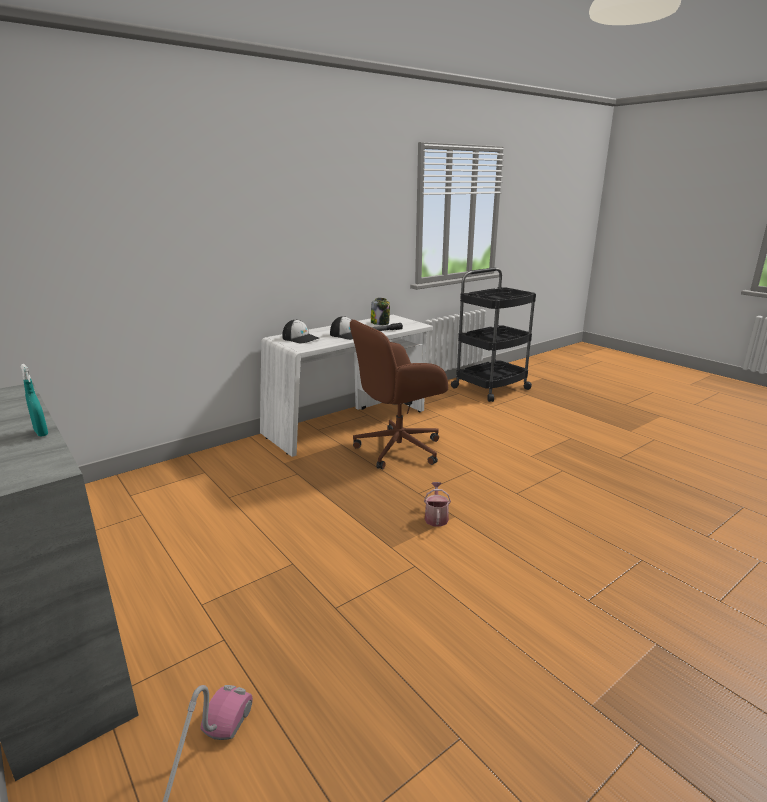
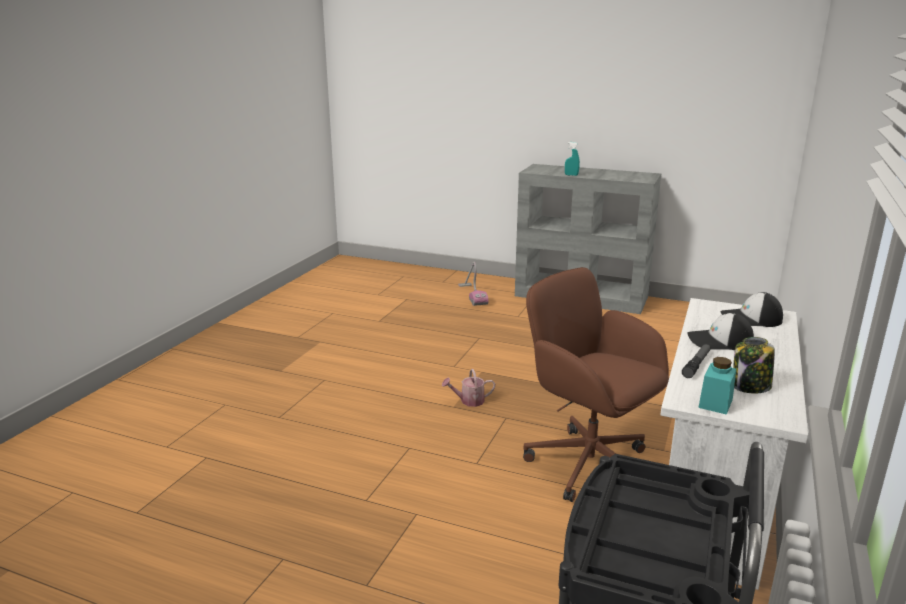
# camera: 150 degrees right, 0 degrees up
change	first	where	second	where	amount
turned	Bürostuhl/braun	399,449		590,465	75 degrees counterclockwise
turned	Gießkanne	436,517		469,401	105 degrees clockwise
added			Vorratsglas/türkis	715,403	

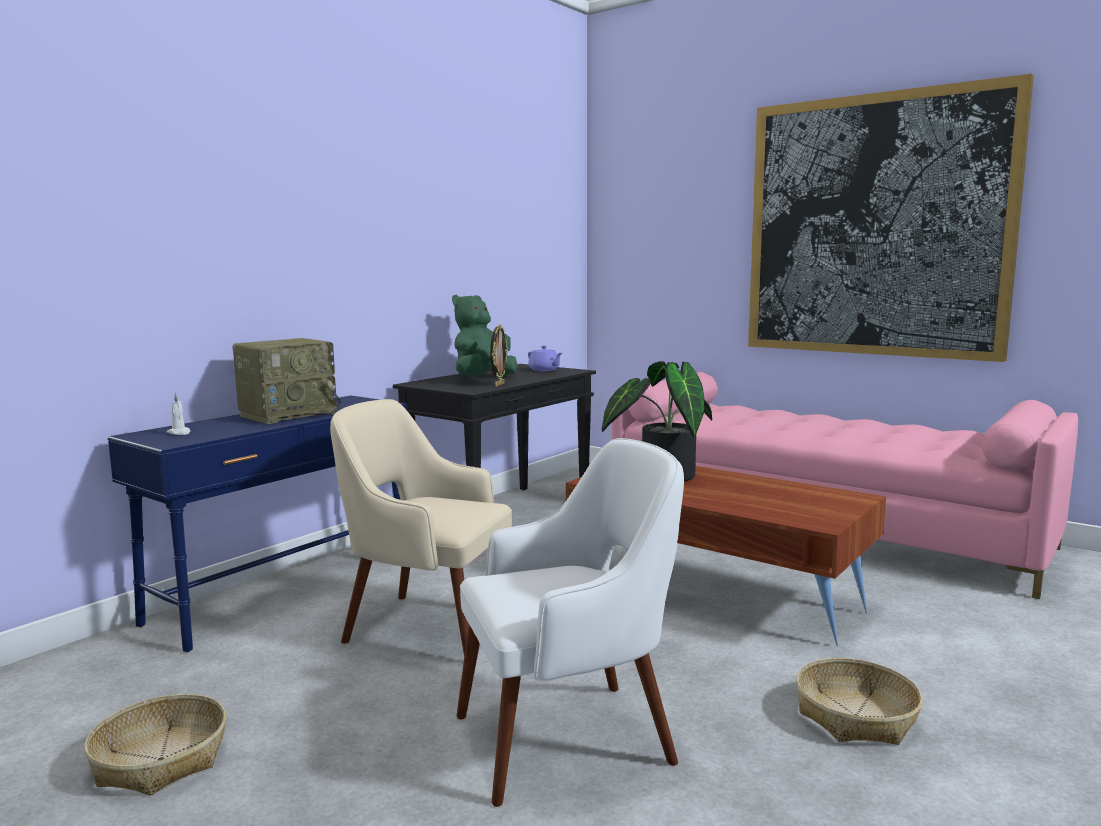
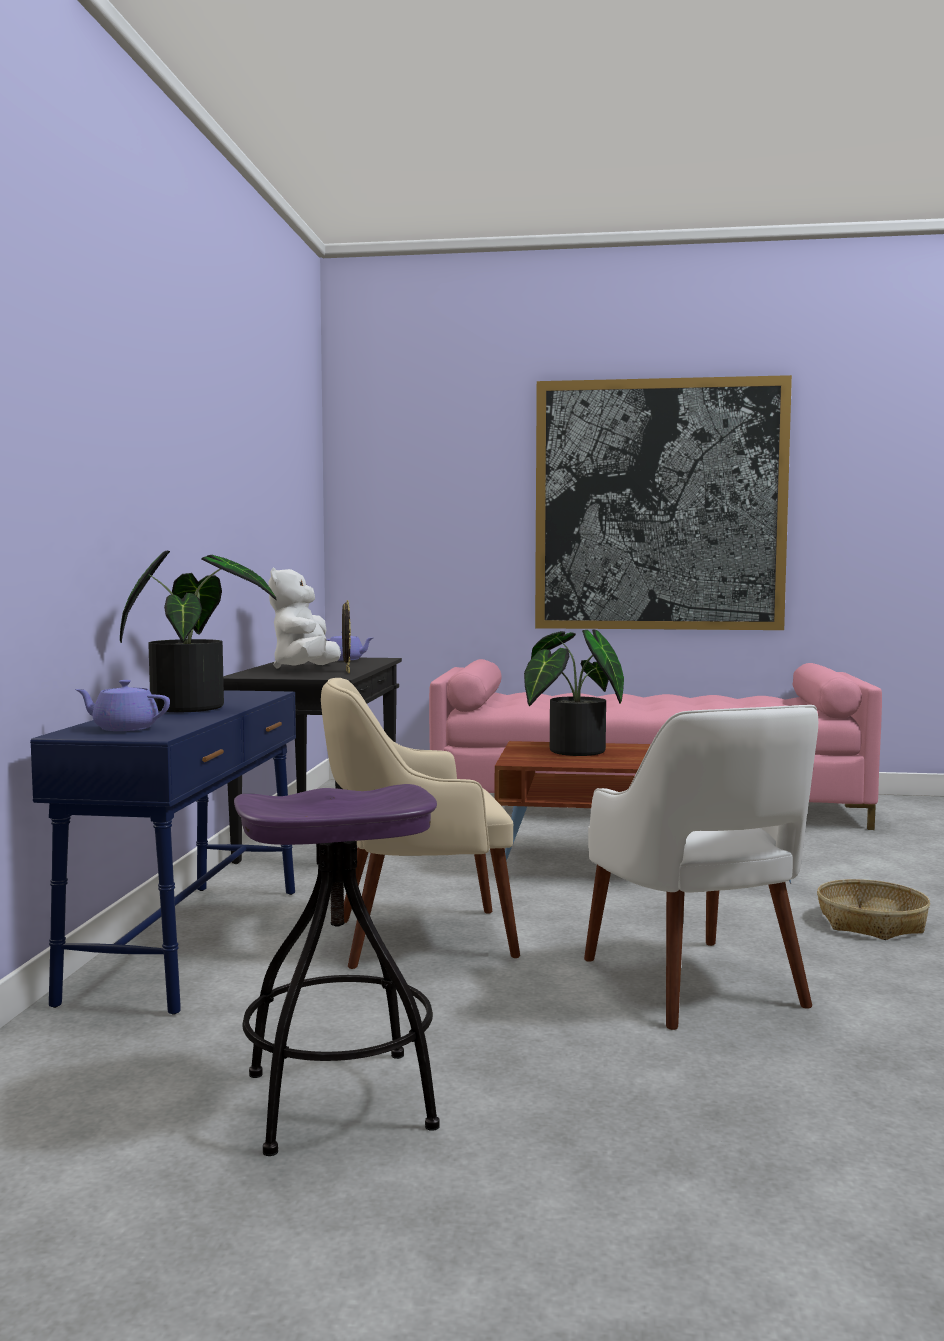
# camera: 30 degrees left, 5 degrees down
change	first	where	second	where	amount
replaced	Korb	160,760	Hocker/lila	338,1099	
replaced	Kerze/weiß	179,433	Teekanne/lila	124,728	
replaced	Radio	289,414	Topfpflanze	194,707	
recoloured	Plüschtier/grün	482,378	Plüschtier/weiß	305,668	
turned	Sessel/weiß	569,738		696,985	120 degrees clockwise

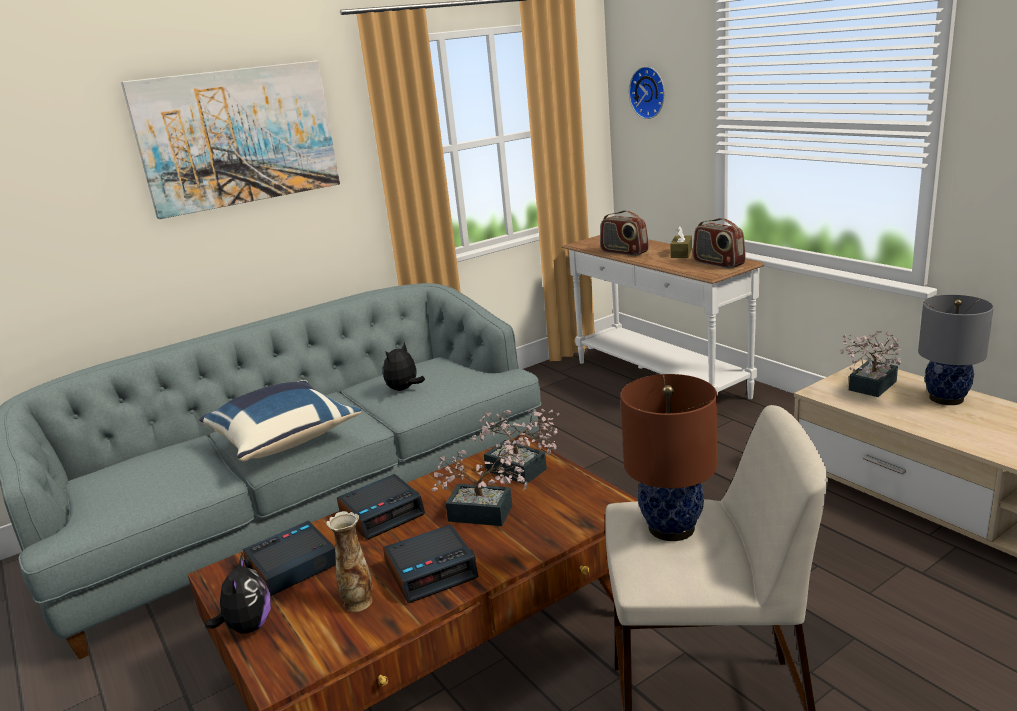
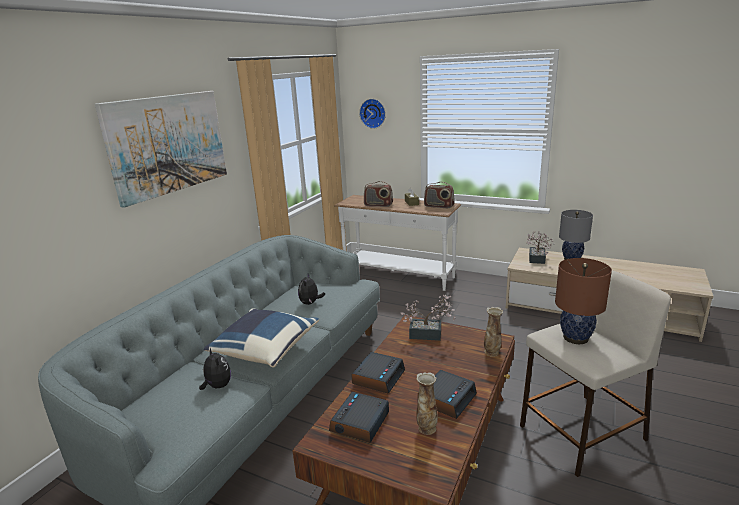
# camera: 30 degrees left, 0 degrees up
change	first	where	second	where	amount
moved	Plüschtier	248,626		217,386	
removed	Topfpflanze	487,514			
added			Vase	492,352	

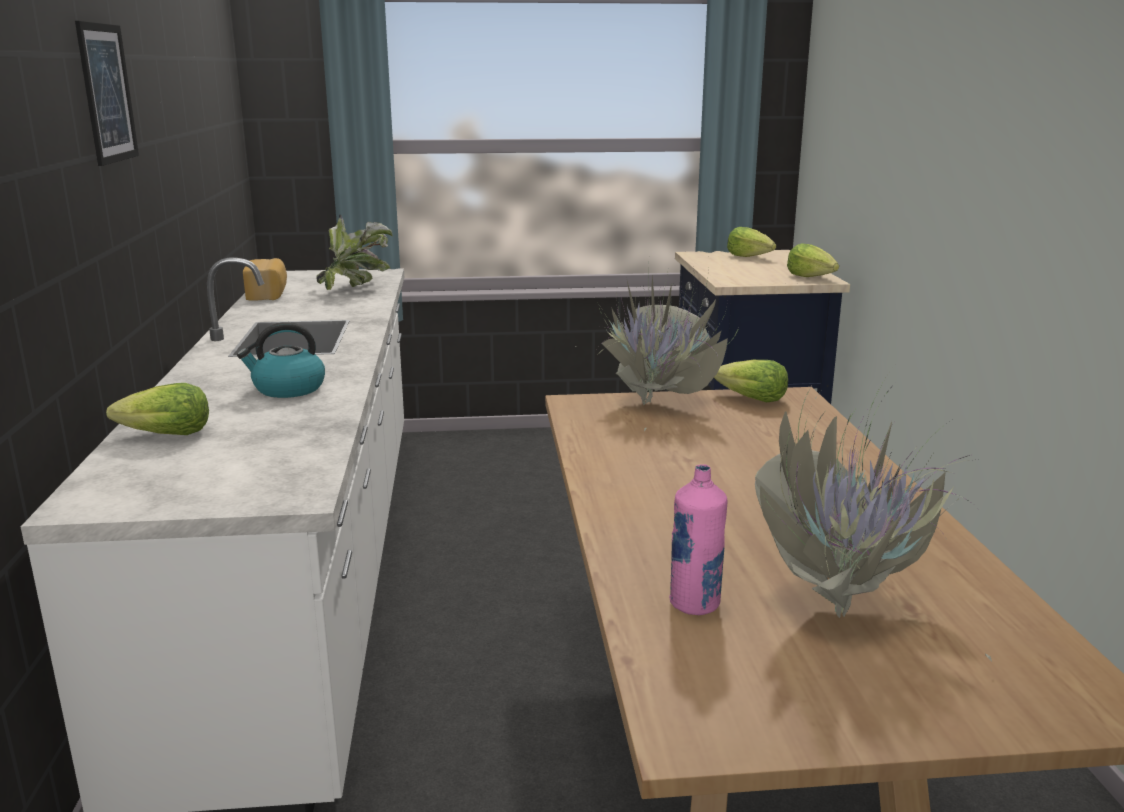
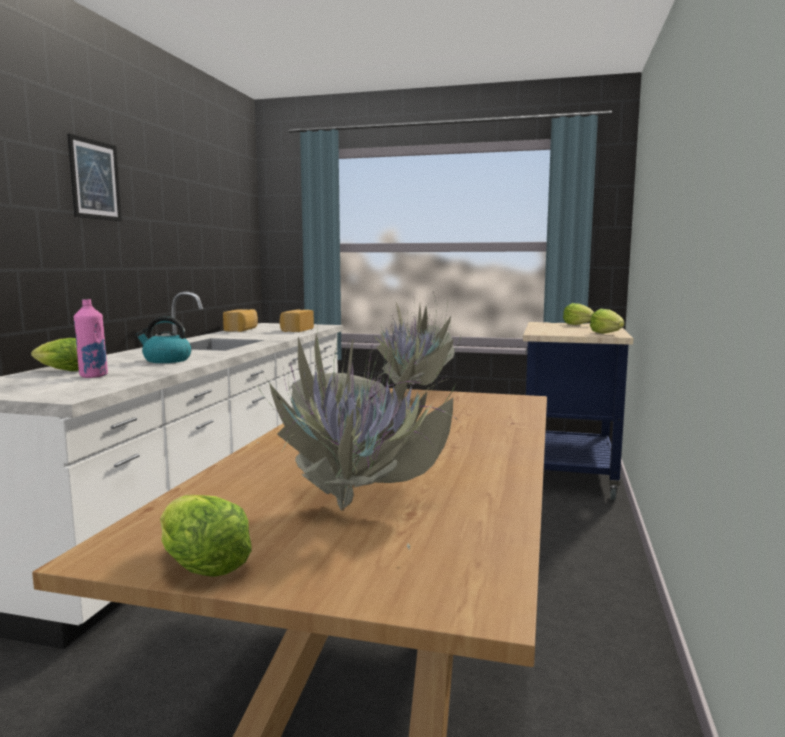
# camera: 20 degrees right, 10 degrees down
change	first	where	second	where	amount
replaced	Topfpflanze	356,288	Brot	296,330	
moved	Flasche/rosa	694,604		93,376	
moved	Salatkopf	751,399		201,563	

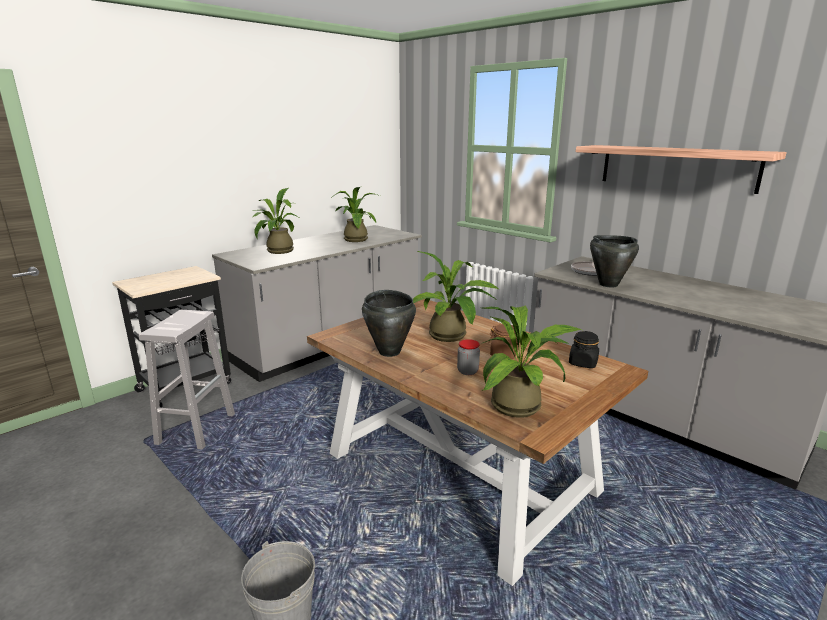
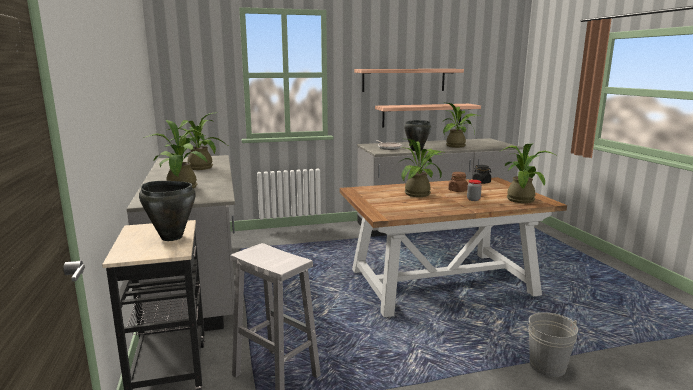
# camera: 60 degrees left, 5 degrees down
change	first	where	second	where	amount
moved	Kochtopf/schwarz	389,352		171,237	
added			Wandregal	422,115	
added			Topfpflanze	458,146	

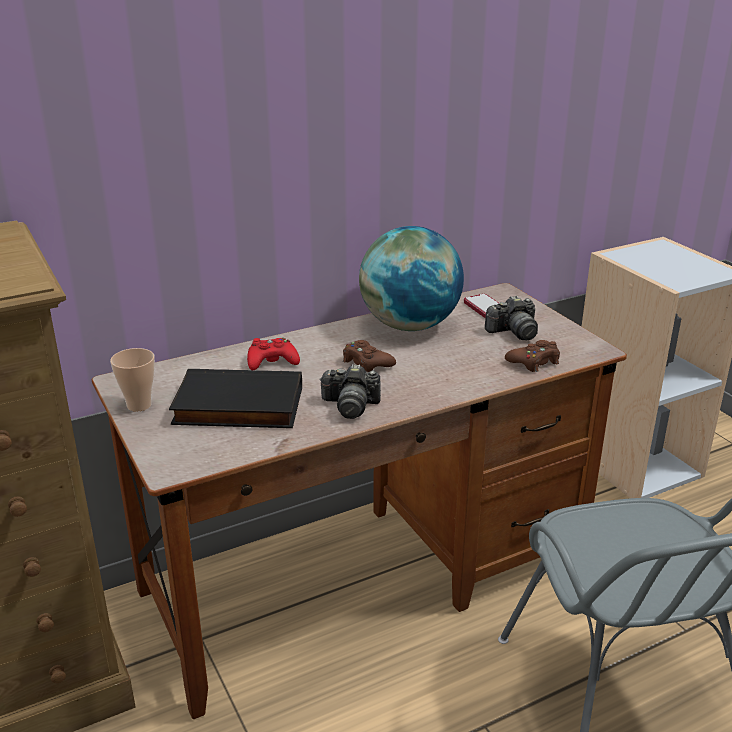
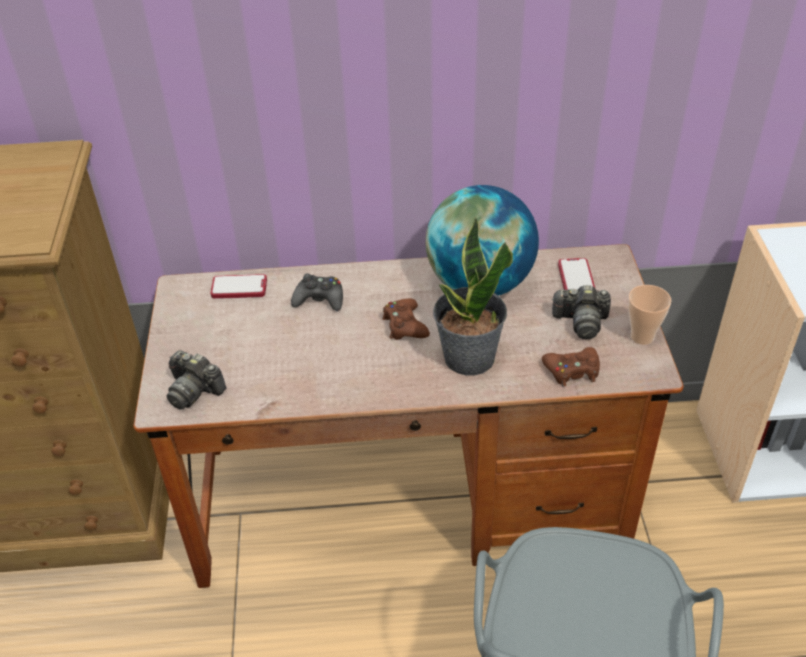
# camera: 25 degrees right, 15 degrees up
change	first	where	second	where	amount
moved	Tasse	139,405		642,336	
removed	Buch/schwarz	237,407			
recoloured	Gamepad/rot	272,361	Gamepad/schwarz	319,299	
moved	Kamera	350,406		194,390	
added			Handy	239,288	
added			Topfpflanze	468,358	

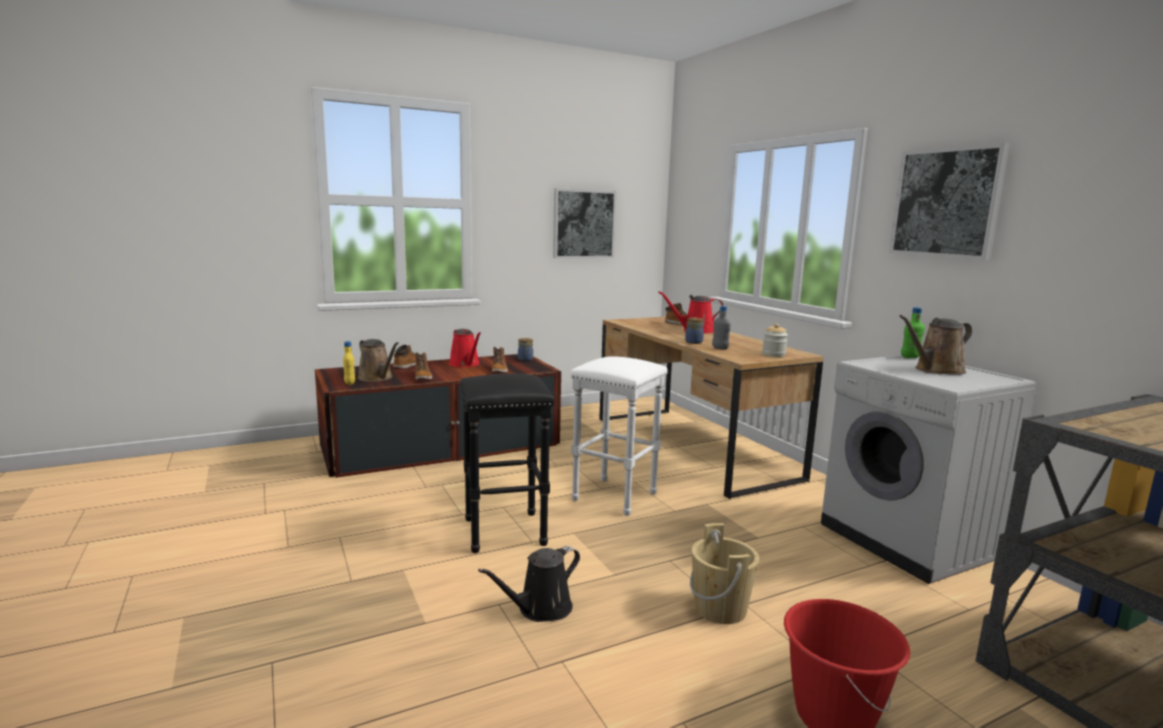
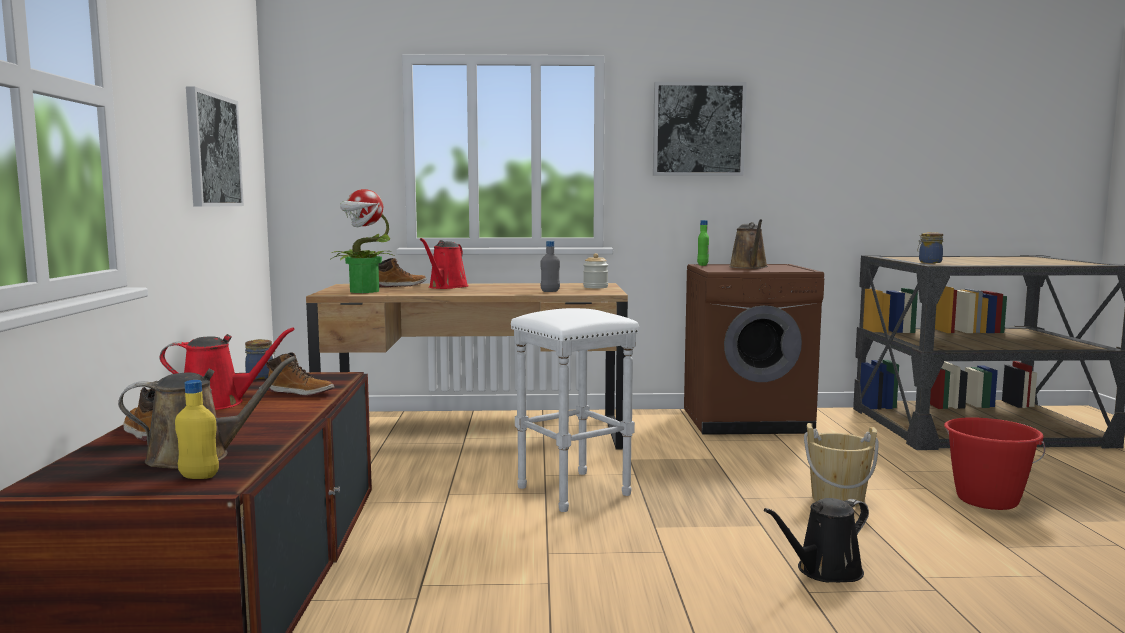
# camera: 65 degrees left, 5 degrees down
change	first	where	second	where	amount
removed	Stiefel	423,377			
removed	Hocker/schwarz	503,531			
turned	Gießkanne/schwarz	540,609		824,571	75 degrees clockwise
moved	Vorratsglas	694,342		929,262	
recoloured	Waschmaschine/weiß	905,541	Waschmaschine/braun	747,421	
added			Topfpflanze	363,291	

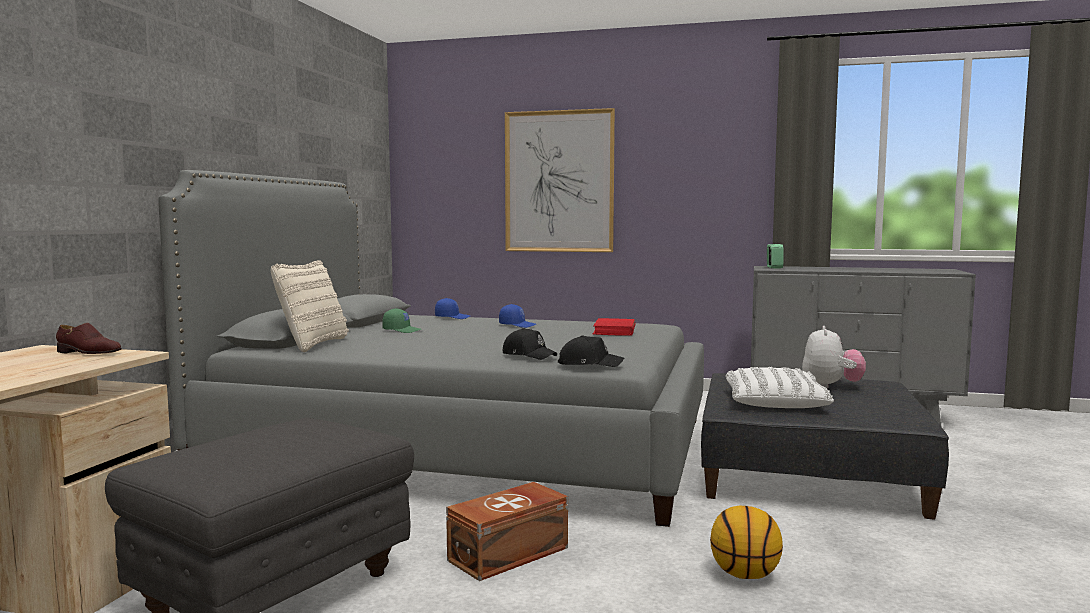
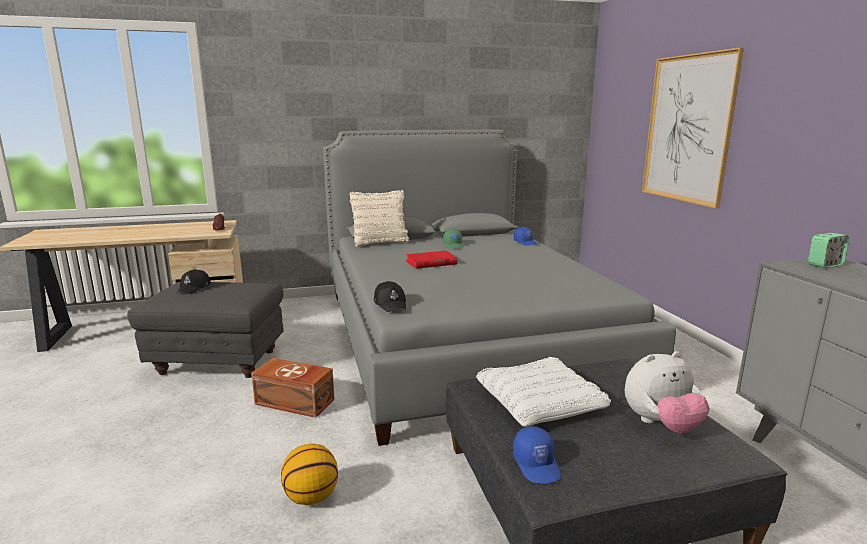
# camera: 60 degrees right, 10 degrees up
change	first	where	second	where	amount
moved	Kappe/blau	517,325		537,465	
moved	Kappe/schwarz	529,355		194,288	
moved	Buch/rot	614,331		431,262	

